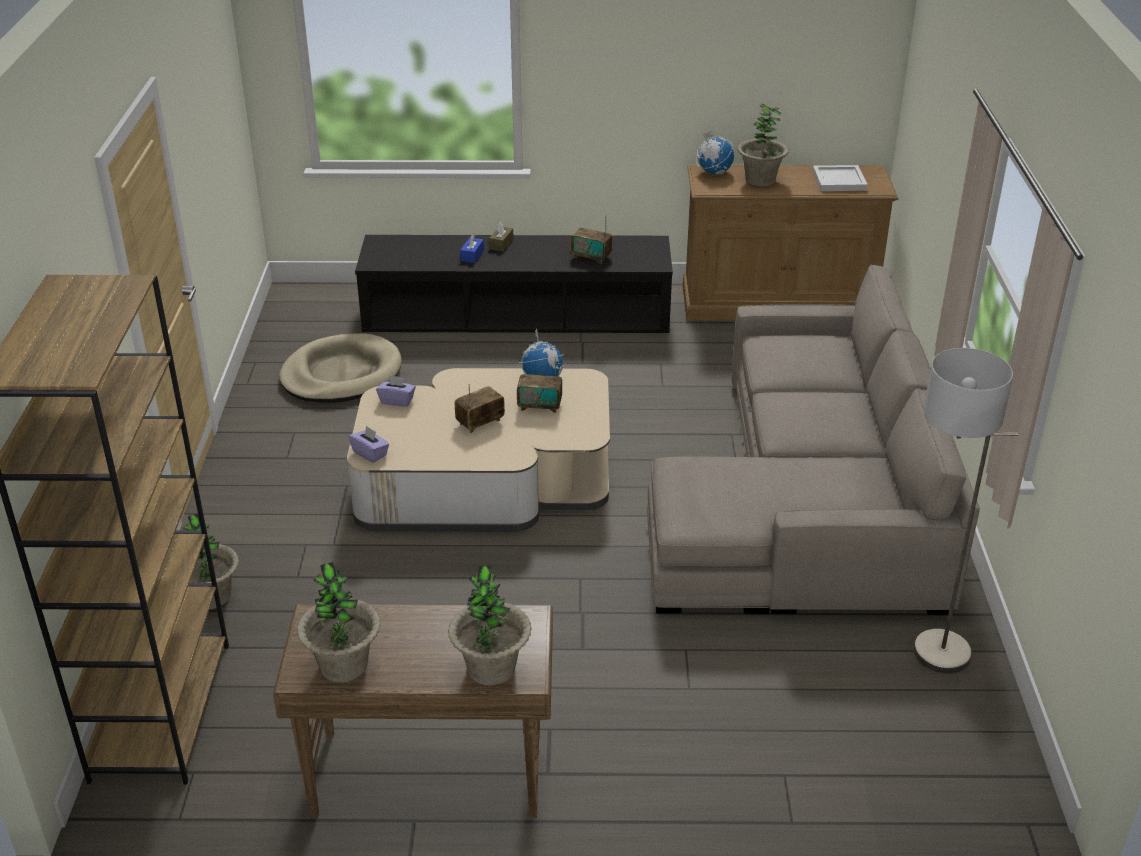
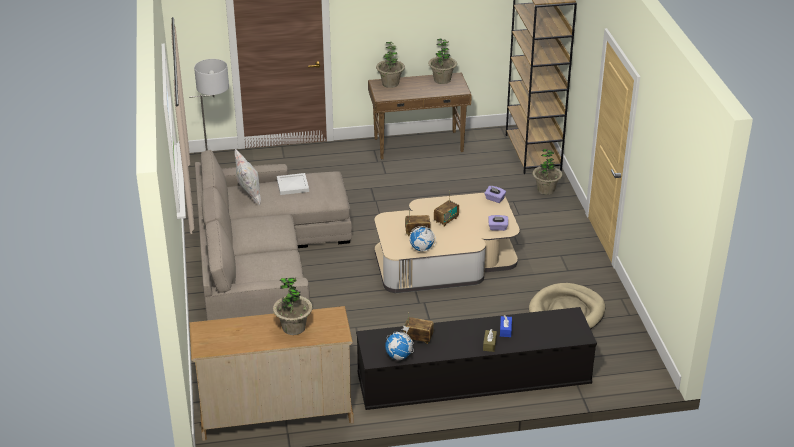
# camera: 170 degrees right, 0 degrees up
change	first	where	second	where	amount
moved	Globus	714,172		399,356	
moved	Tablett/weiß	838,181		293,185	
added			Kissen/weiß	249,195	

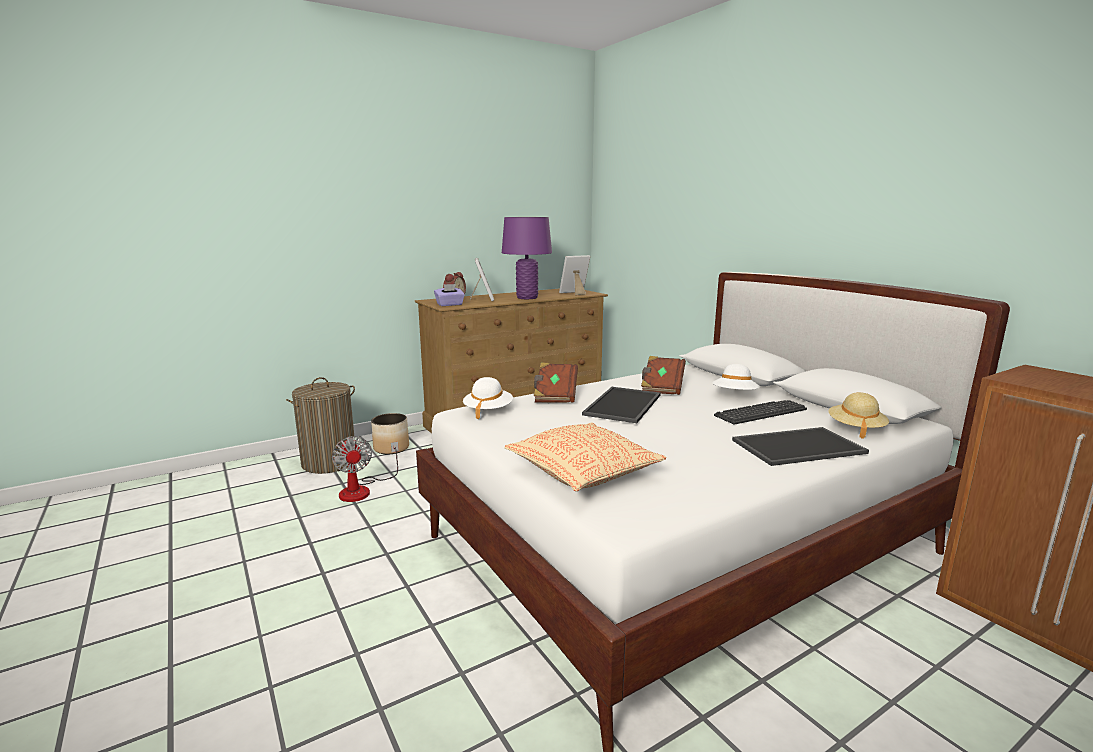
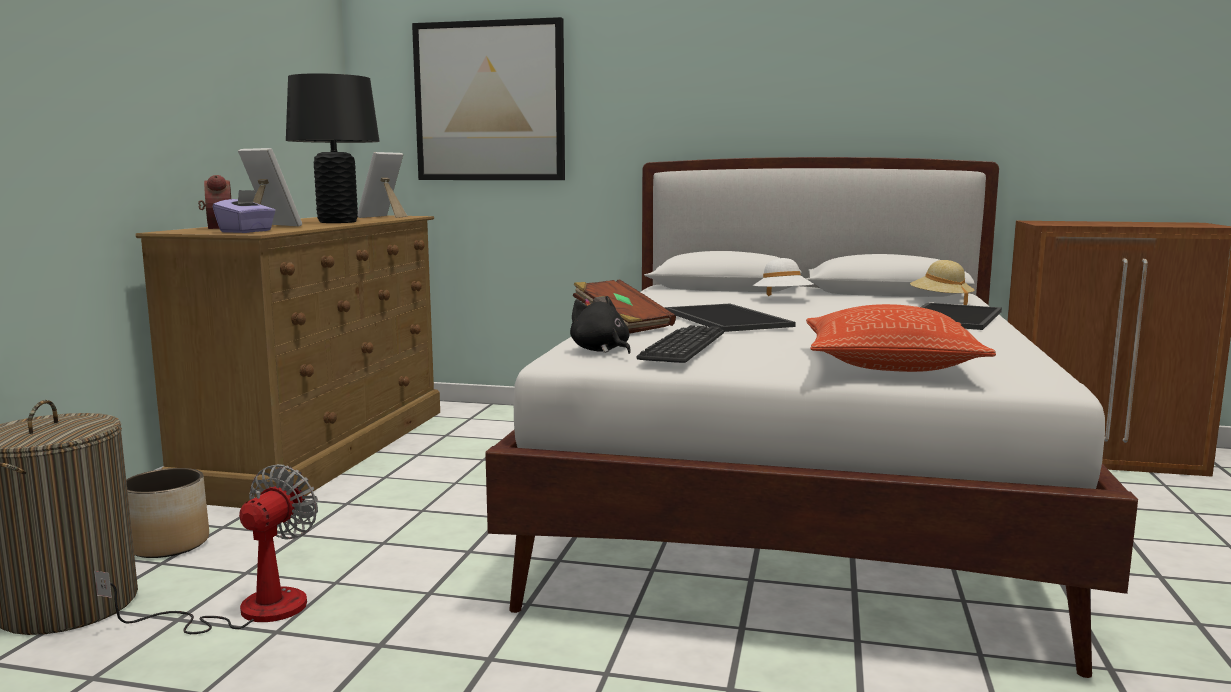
# camera: 45 degrees left, 5 degrees down
change	first	where	second	where	amount
turned	Ventilator	362,489		247,611	90 degrees counterclockwise
replaced	Hut/weiß	488,411	Plüschtier/schwarz	601,350	
recoloured	Tischlampe/lila	527,298	Tischlampe/schwarz	338,222	
recoloured	Kissen/beige	584,472	Kissen/orange	890,365	
removed	Buch/braun	661,387			
moved	Tastatur	760,413		683,346	
added			Bild	490,102	

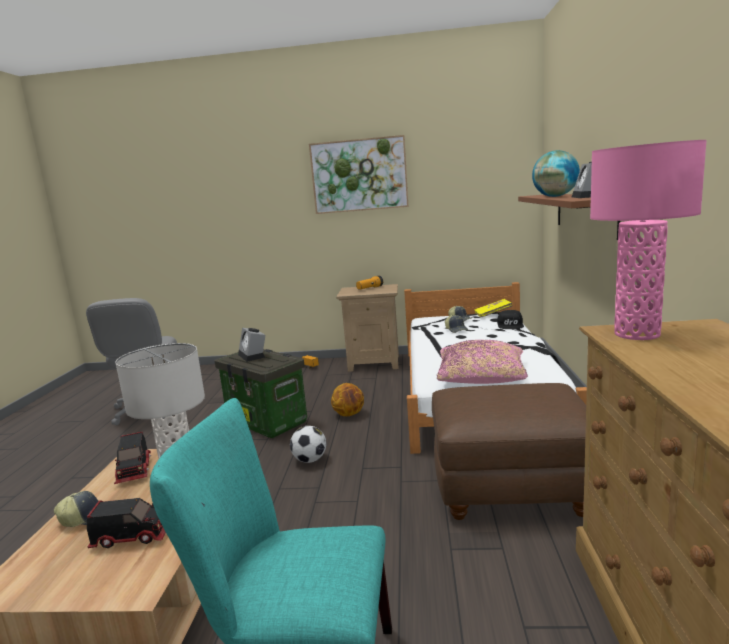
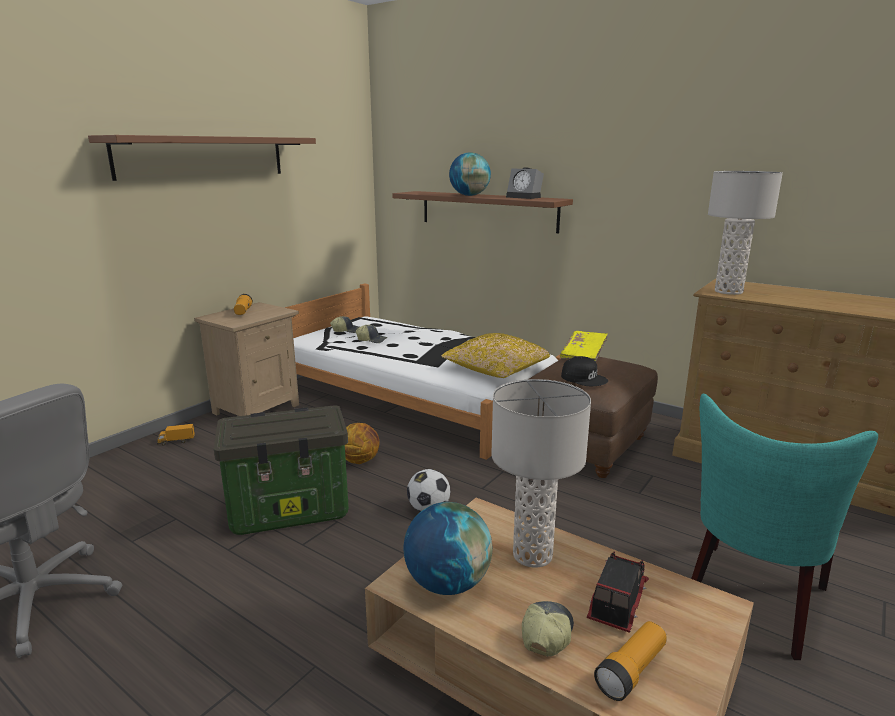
# camera: 60 degrees left, 5 degrees up
change	first	where	second	where	amount
replaced	Spielzeuglaster	135,470	Globus	447,583	
removed	Wecker	253,356			
replaced	Bild	359,175	Wandregal/braun	203,157	
recoloured	Kissen/rosa	482,375	Kissen/gelb	496,368	
moved	Buch/gelb	493,314		583,354	
moved	Kappe/schwarz	511,325		584,378	
recoloured	Tischlampe/rosa	636,334	Tischlampe/weiß	728,291	
added			Taschenlampe	631,671	

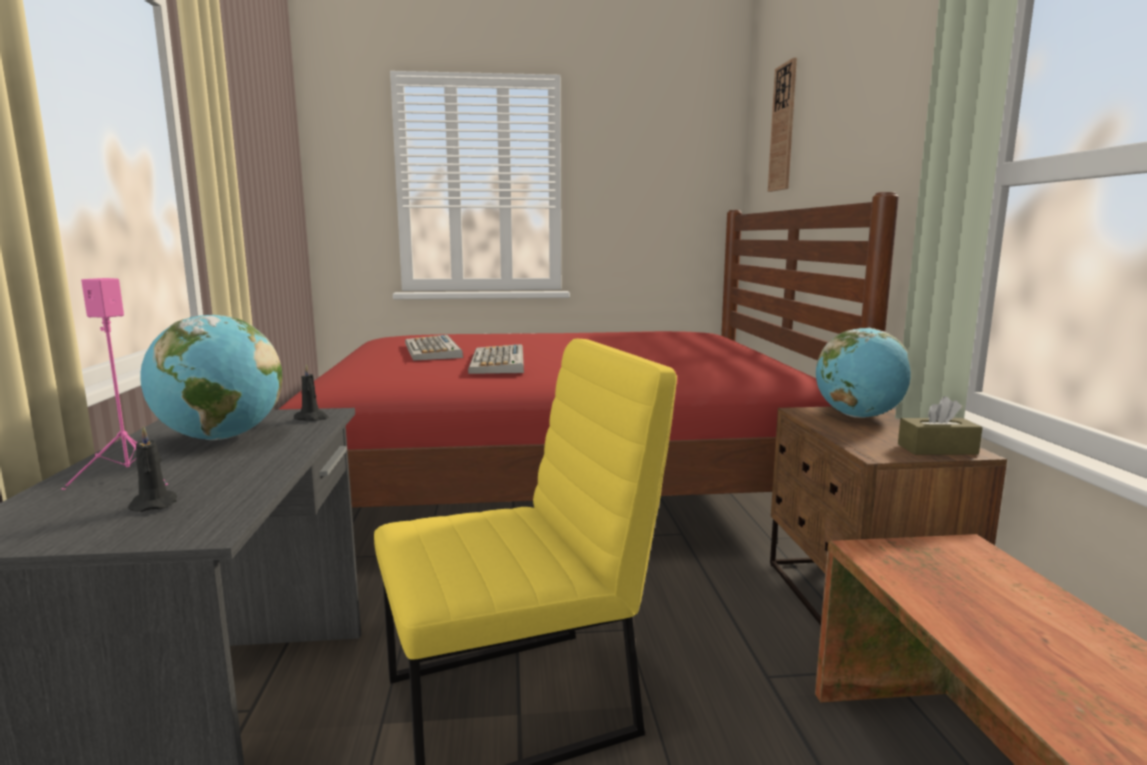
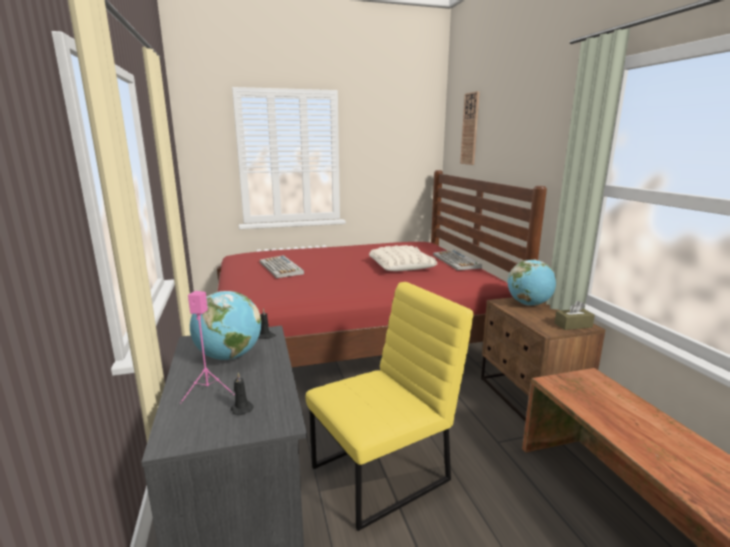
# camera: 10 degrees left, 5 degrees up
change	first	where	second	where	amount
moved	Tastatur	498,362		457,261	
added			Kissen/beige	401,266	

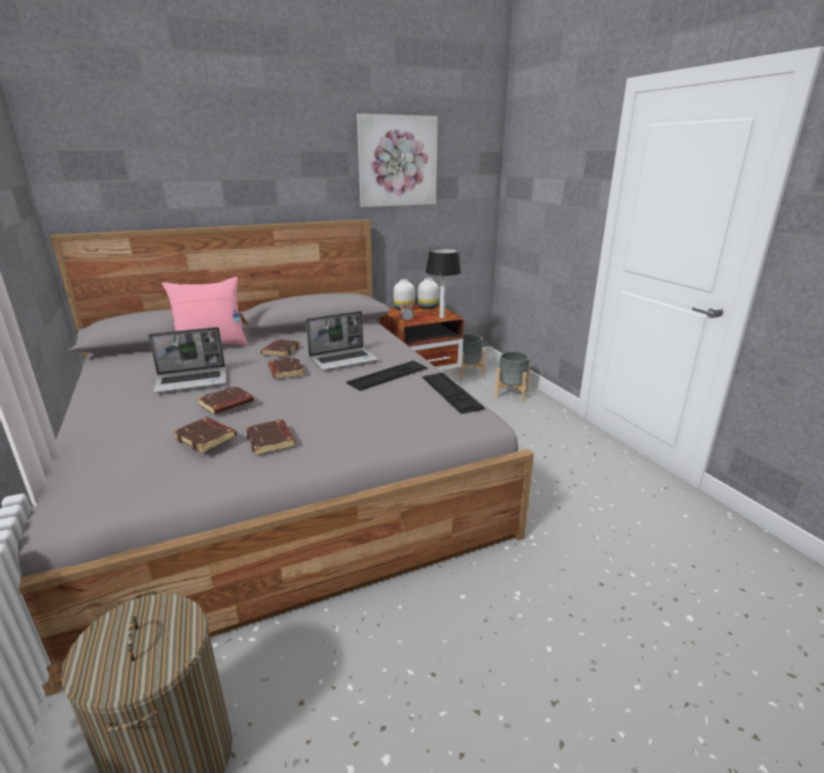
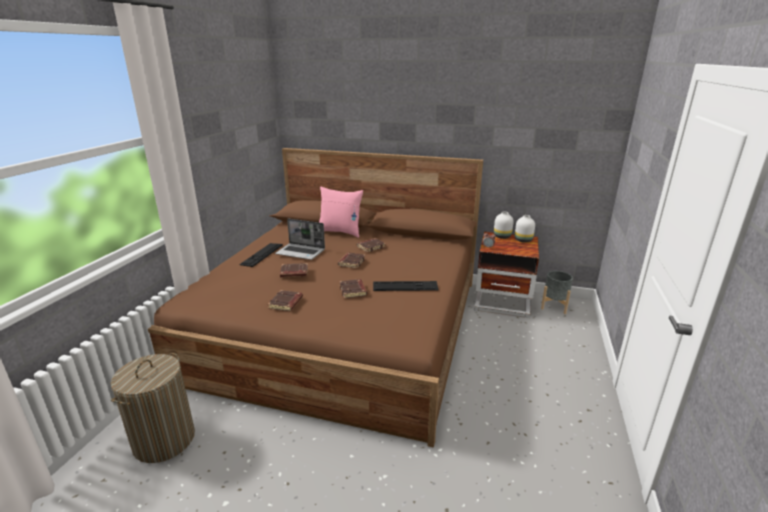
# camera: 40 degrees right, 0 degrees up
change	first	where	second	where	amount
recoloured	Bett/grau	278,471	Bett/braun	343,326	
moved	Buch/braun	207,438		353,291	
removed	Laptop	344,360			
removed	Bild	397,161			
moved	Tastatur	451,392		262,254	
removed	Tischlampe	441,317			
removed	Pflanzkübel/grau	511,394			

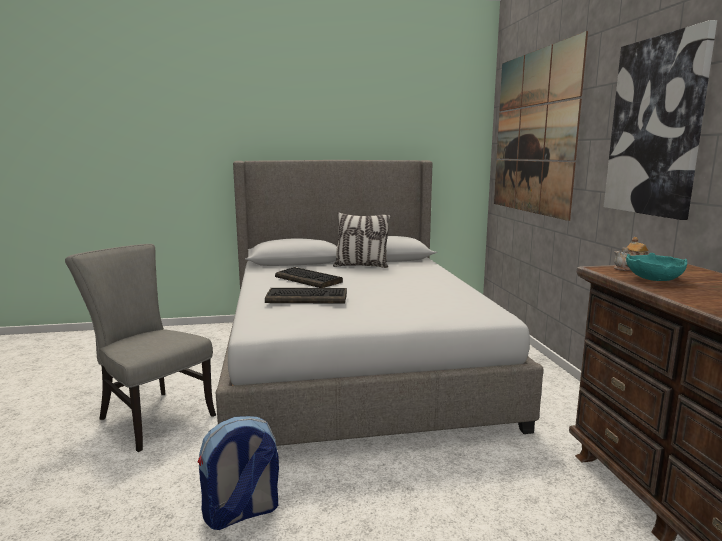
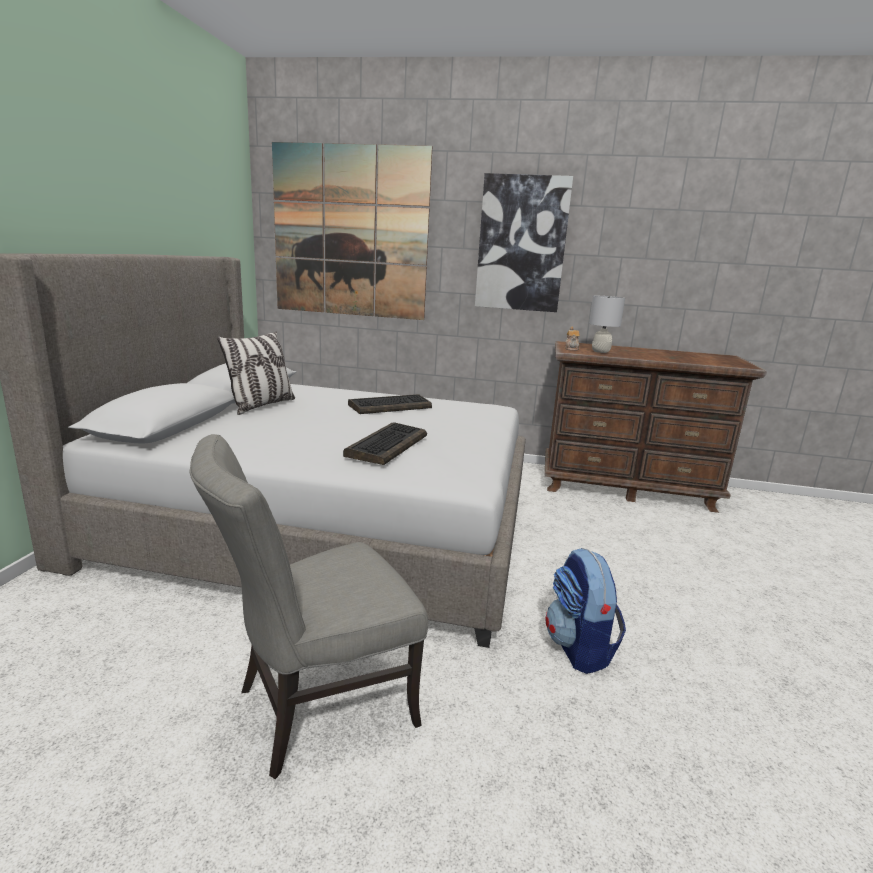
# camera: 70 degrees left, 5 degrees up
change	first	where	second	where	amount
moved	Tastatur	309,279		390,406	
replaced	Schüssel/türkis	654,279	Tischlampe/grau	601,352	

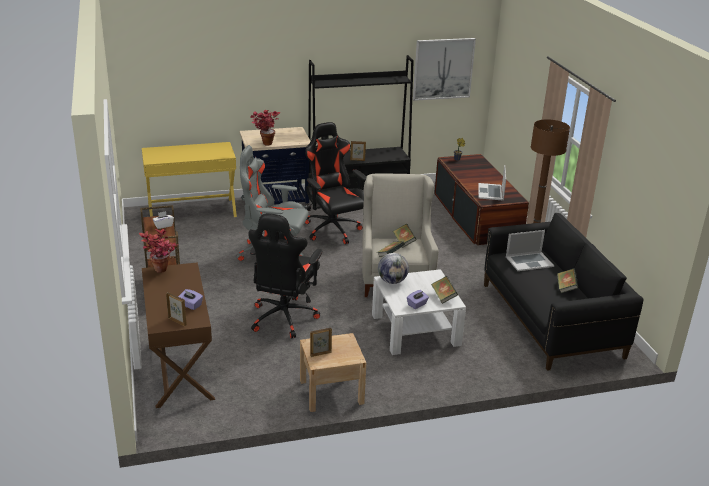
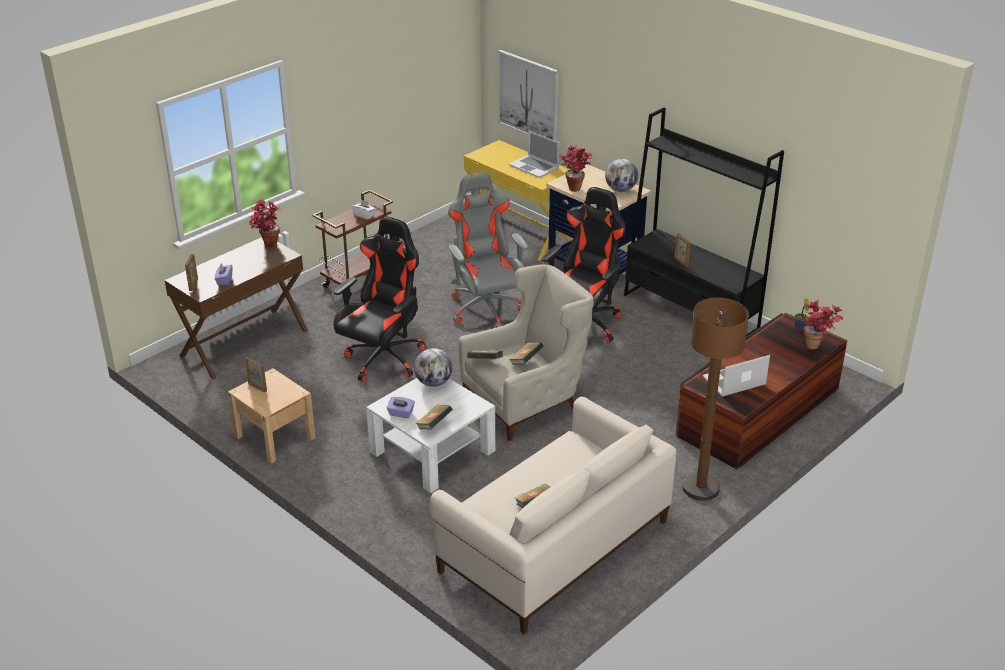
# camera: 60 degrees right, 5 degrees up
change	first	where	second	where	amount
turned	Bürostuhl/schwarz	285,315		381,362	135 degrees clockwise
moved	Bild	443,69		528,97	
recoloured	Sofa/schwarz	550,320	Sofa/beige	554,546	
moved	Laptop	529,261		534,166	
added			Globus	620,190	
added			Topfpflanze	817,346	

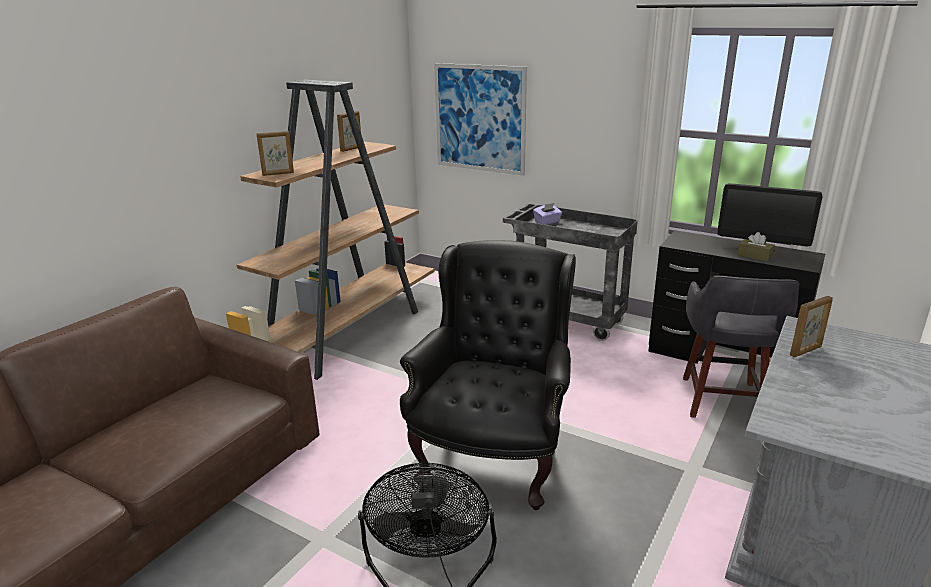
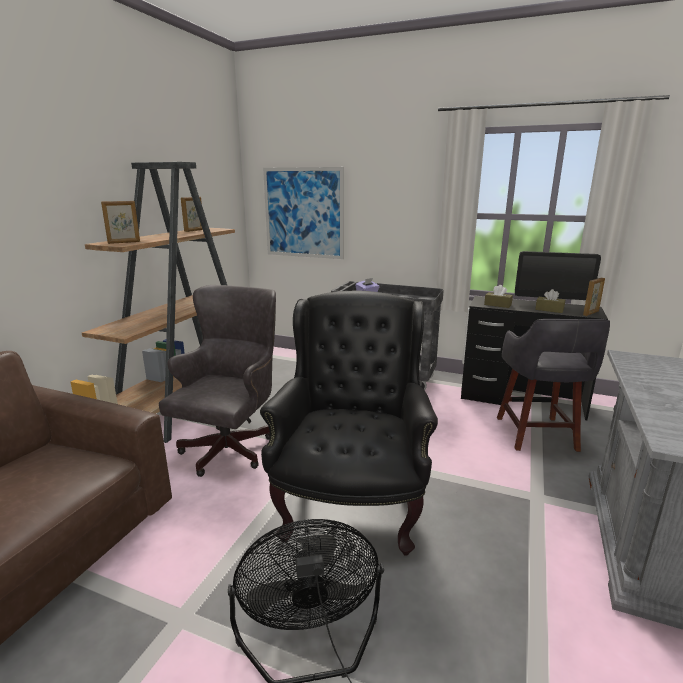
# camera: 10 degrees left, 5 degrees down
change	first	where	second	where	amount
moved	Bilderrahmen	806,351		591,313	
added			Bürostuhl/grau	230,447	
added			Taschentuchbox/braun	497,305	

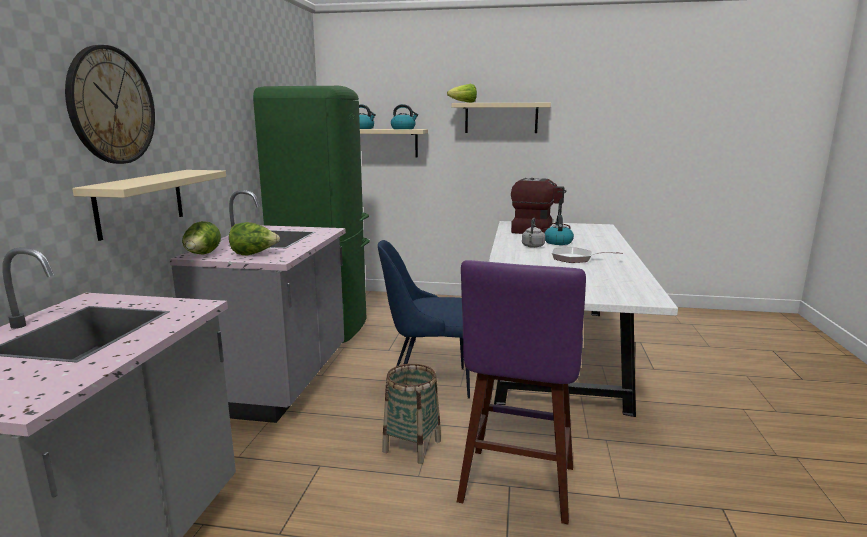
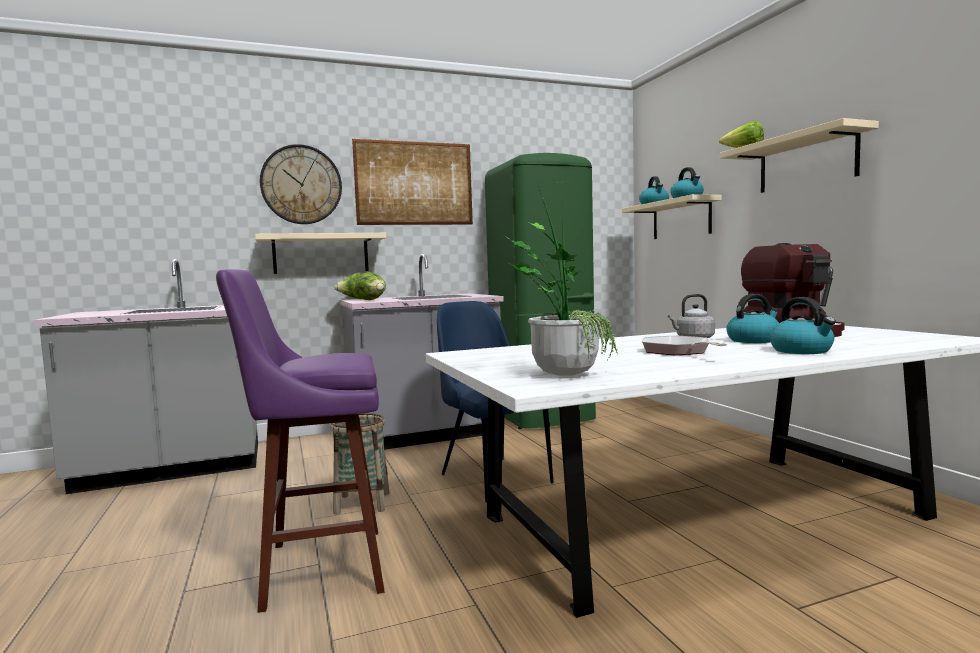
# camera: 60 degrees right, 10 degrees down
change	first	where	second	where	amount
added			Bild	414,183	
added			Topfpflanze	561,372	
added			Wasserkessel	802,351	

